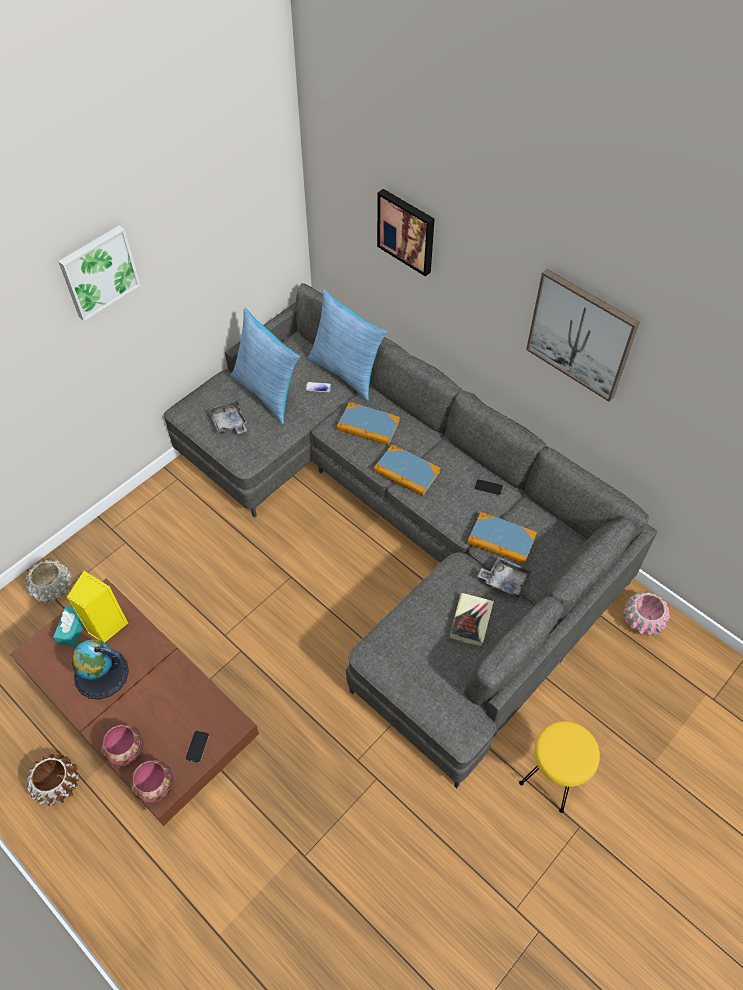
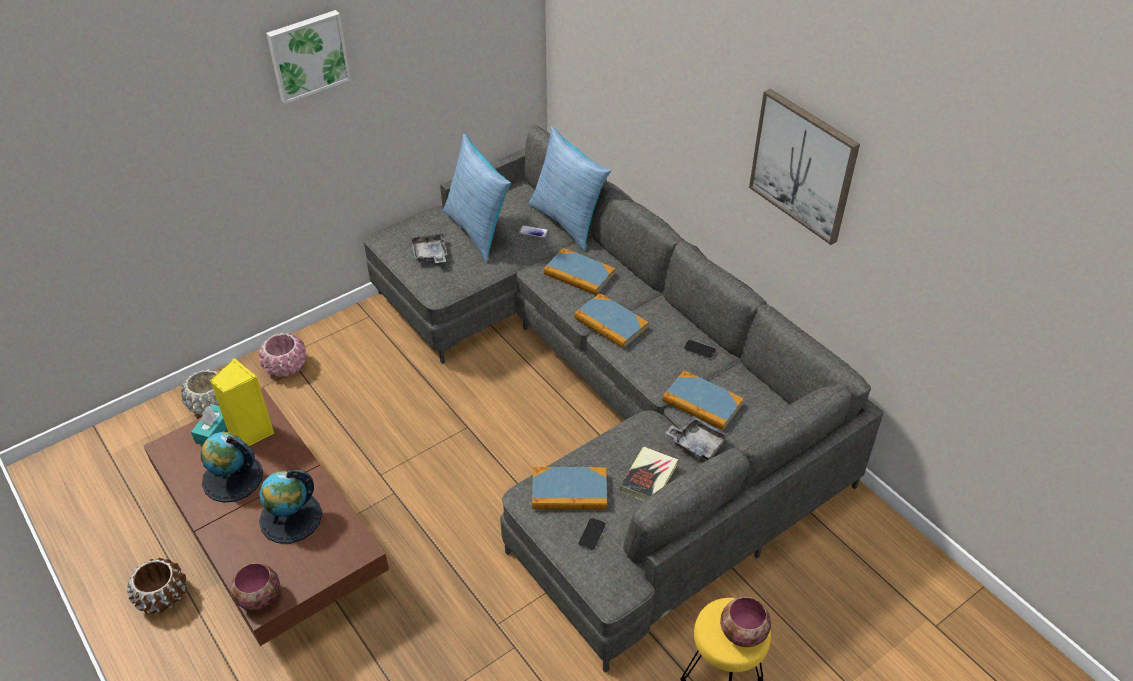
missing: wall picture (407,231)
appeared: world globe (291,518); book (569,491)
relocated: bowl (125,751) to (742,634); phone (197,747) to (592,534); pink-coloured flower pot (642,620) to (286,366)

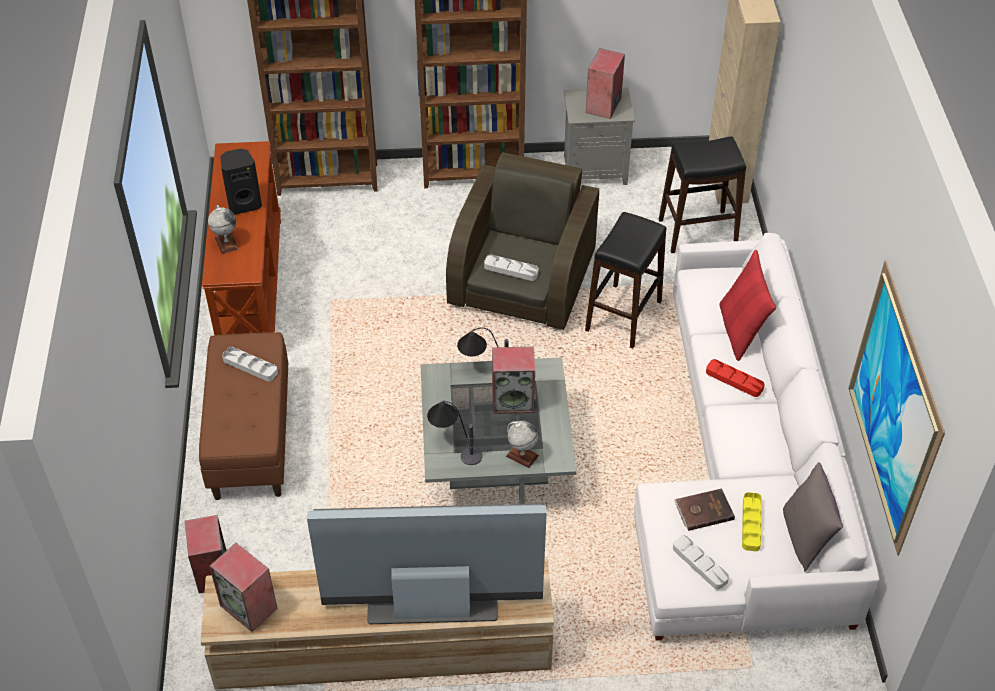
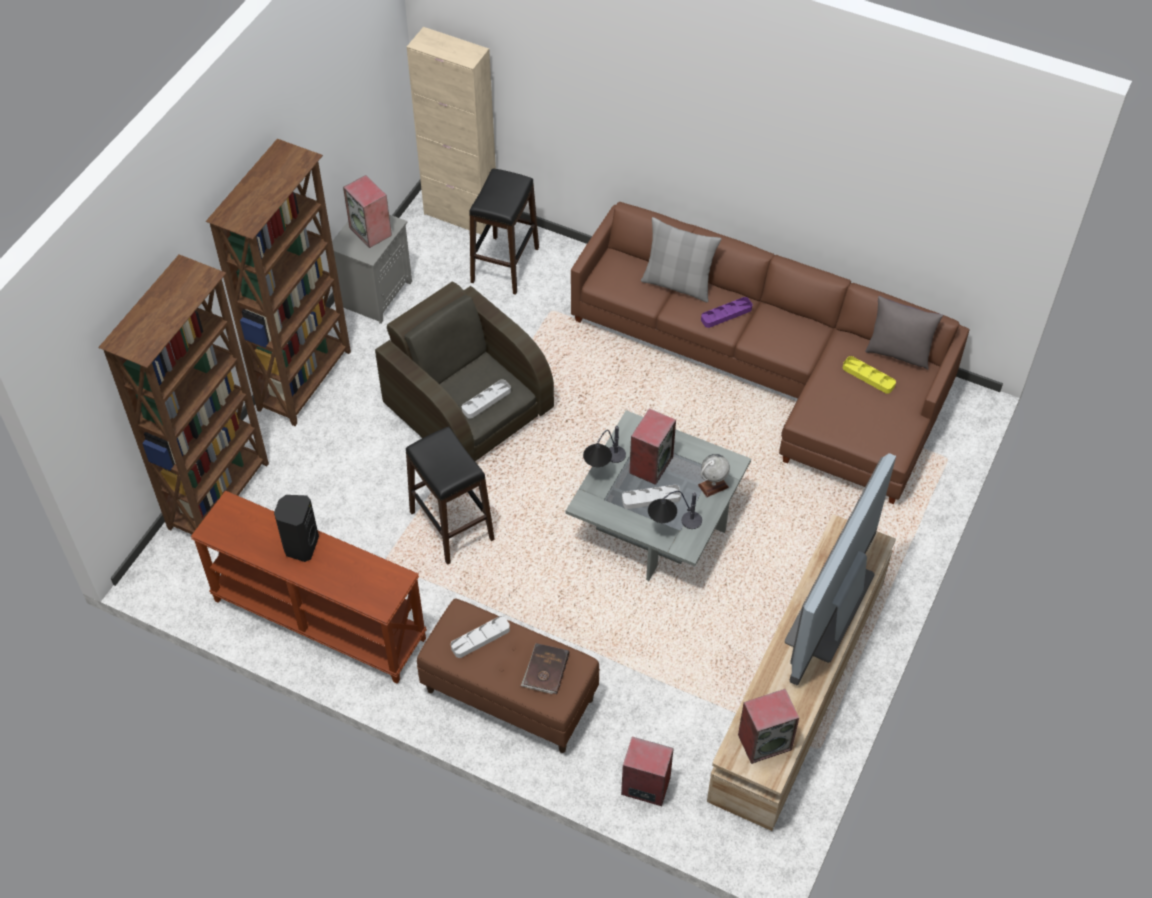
missing: world globe (226,243); wall picture (892,408)
relocated: black stool seat (623,316) to (451,525); gray carrying tray (700,564) to (651,499); brown-coloured book (703,510) to (545,670)
colour: white-coloured settee (744,474) to brown-coloured settee (774,370); red carrying tray (734,380) to purple-coloured carrying tray (726,314); red cushion (740,330) to gray cushion (678,284)

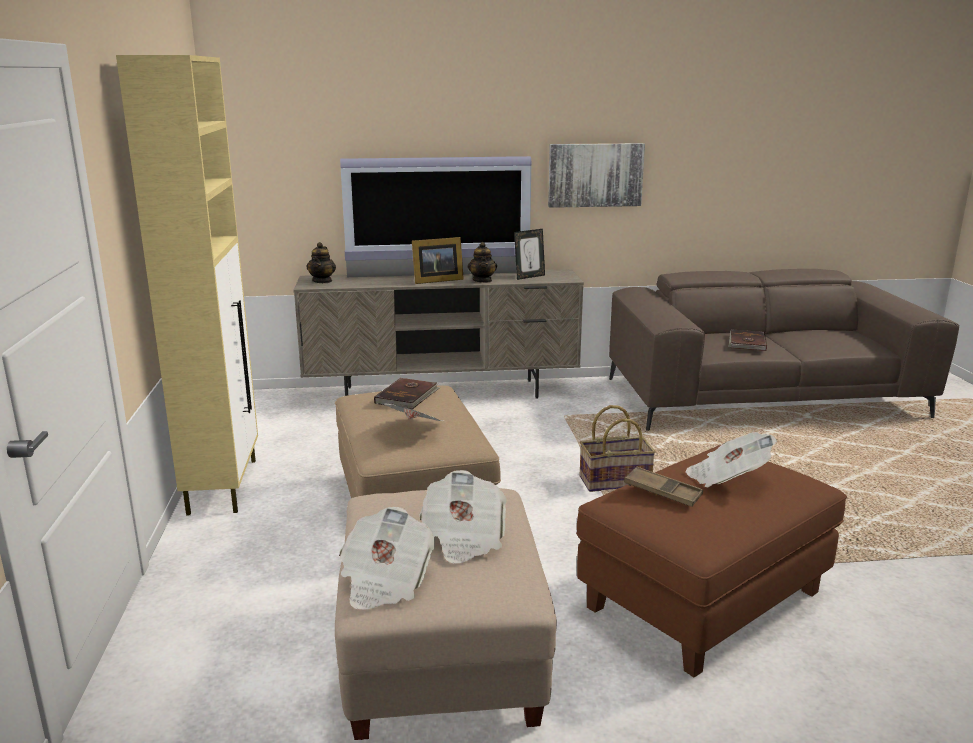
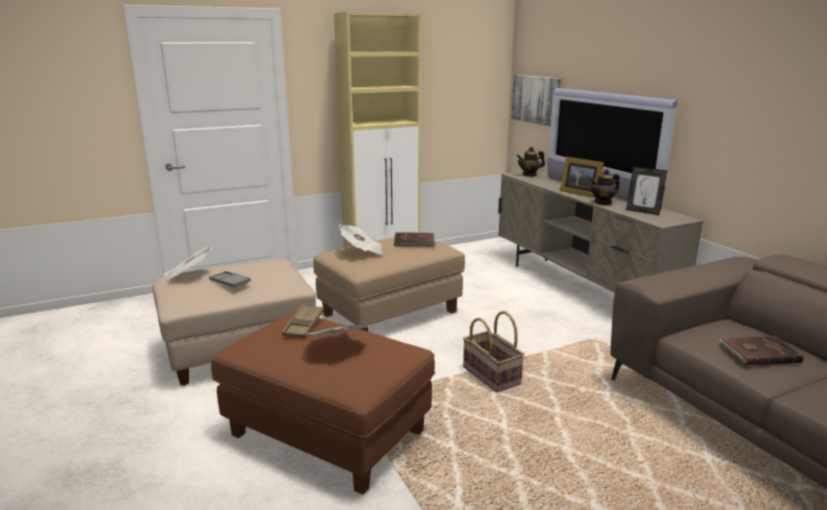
relocated: wall picture (595,175) to (536,99)
exchanged: printed paper (463,538) to gray carrying tray (230,282)

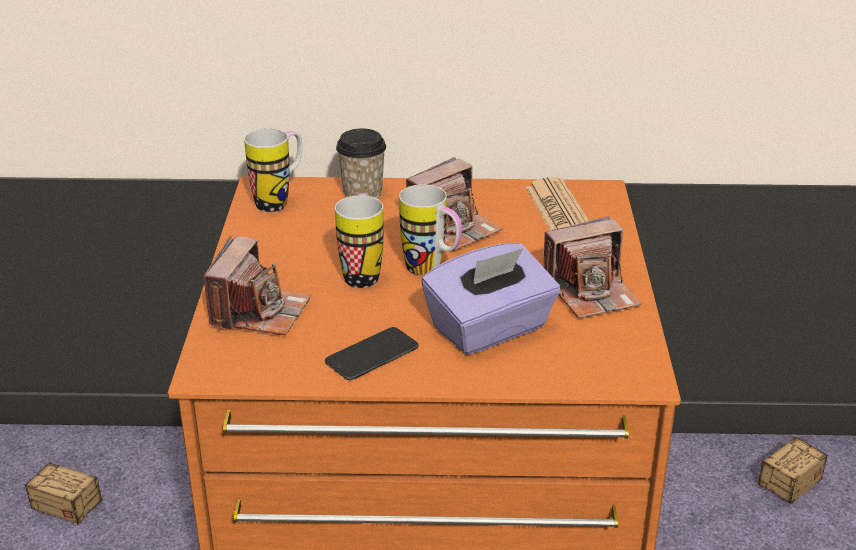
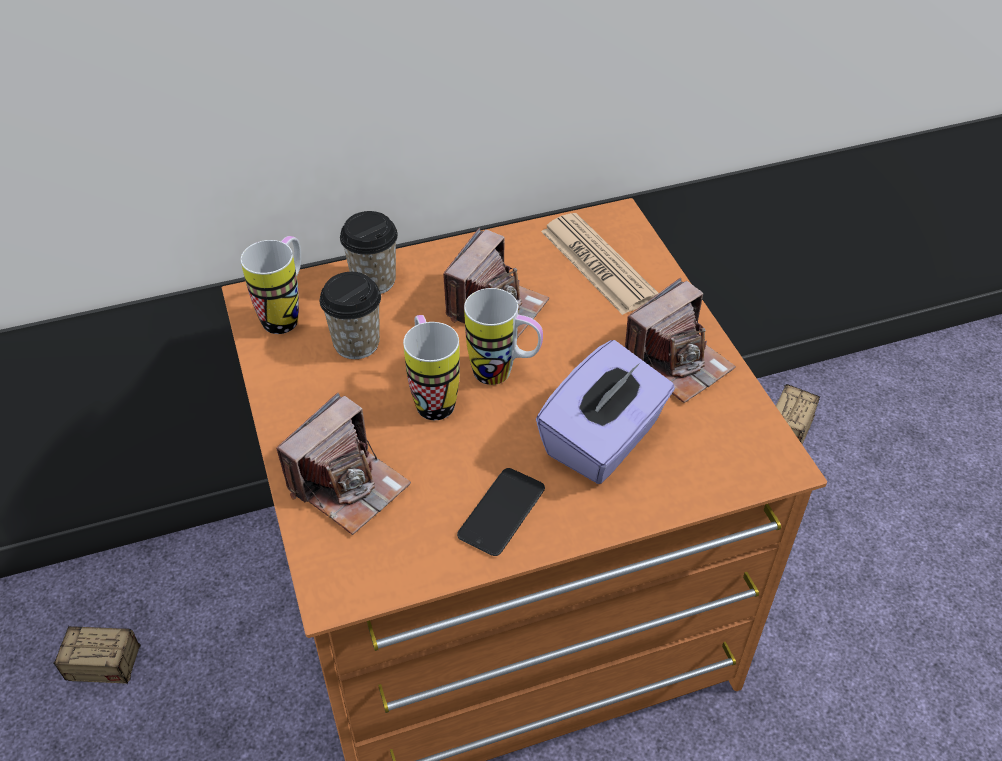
appeared: small cup (356,343)
spun: photo camera (259,312) = (348,485) 45 degrees clockwise

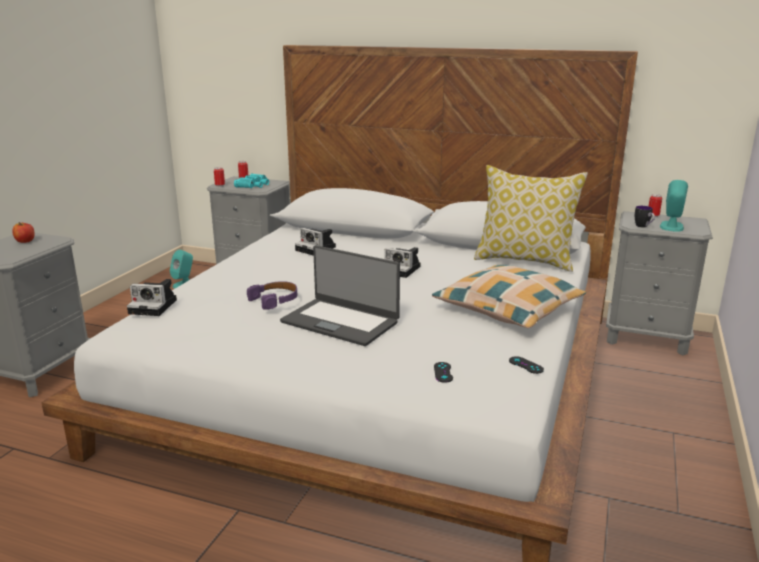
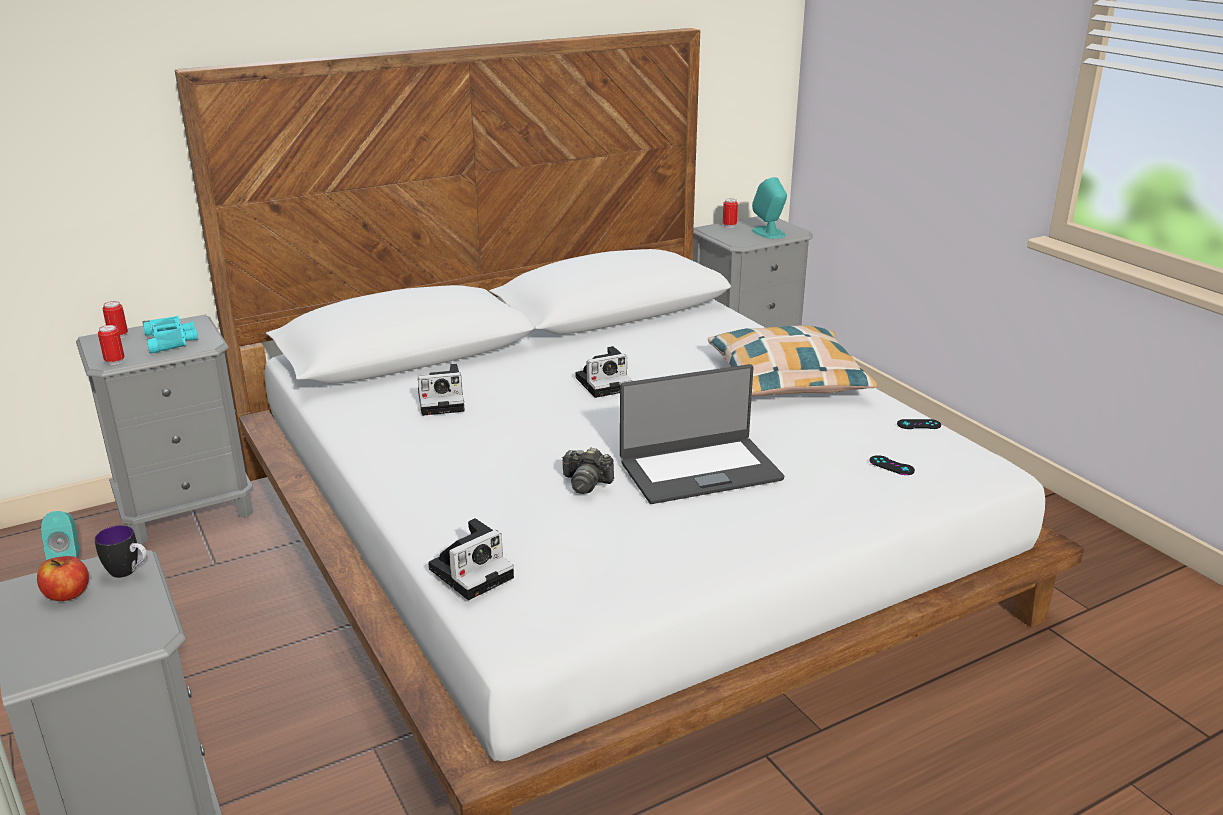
missing: cushion (525,260)
relocated: tea mug (643,227) to (129,572)
exchanged: purple-coloured headphones (275,300) to photo camera (586,483)

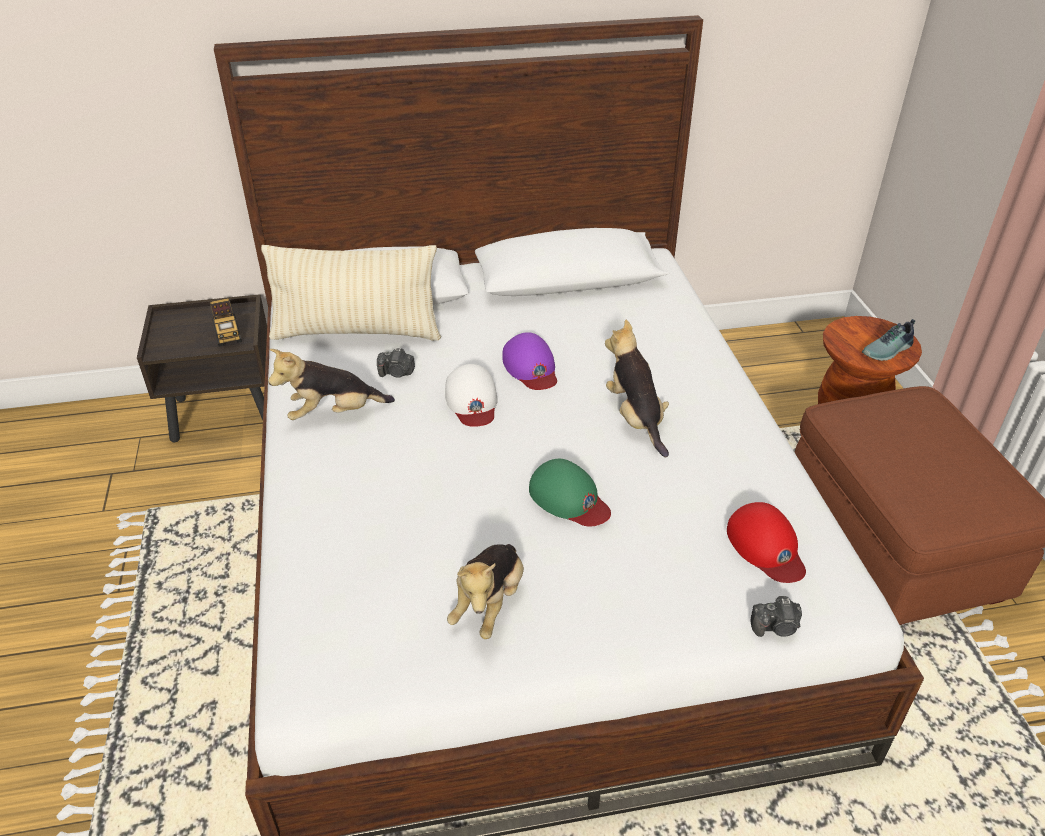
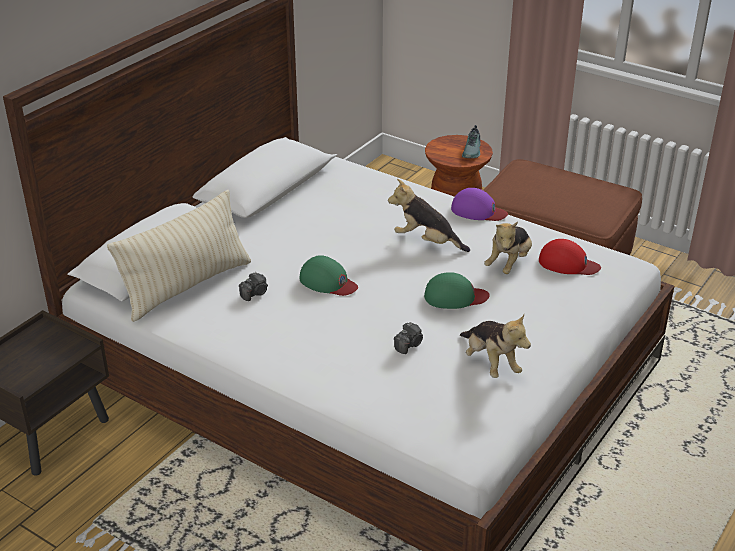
missing: model truck (228,334)
relocated: plush toy (333,413) to (509,263); purple-coloured baseball cap (531,367) to (478,211); photo camera (776,627) to (409,345)
colour: white-coloured baseball cap (472,401) to green baseball cap (328,282)

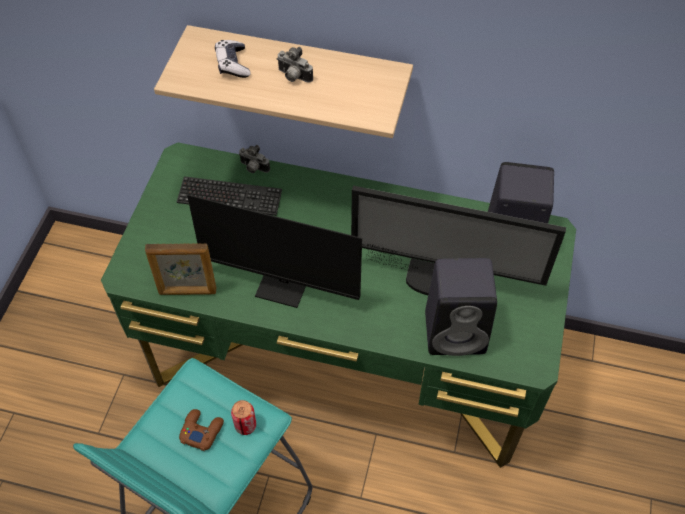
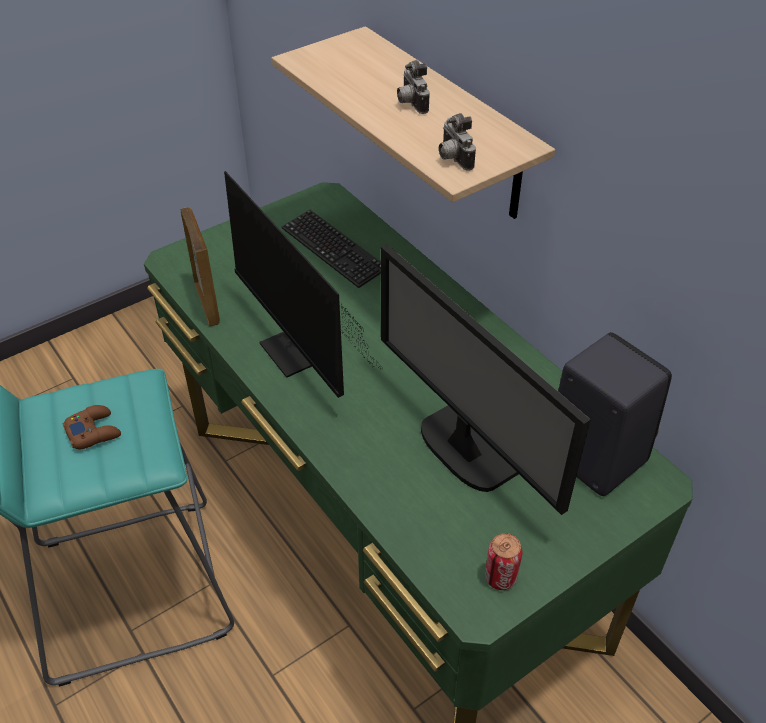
missing: game controller (233,64); black loudspeaker (457,331)
relocated: can (245,425) to (500,577); photo camera (253,168) to (452,159)
spun: picture frame (187,291) = (207,303) 150 degrees counterclockwise

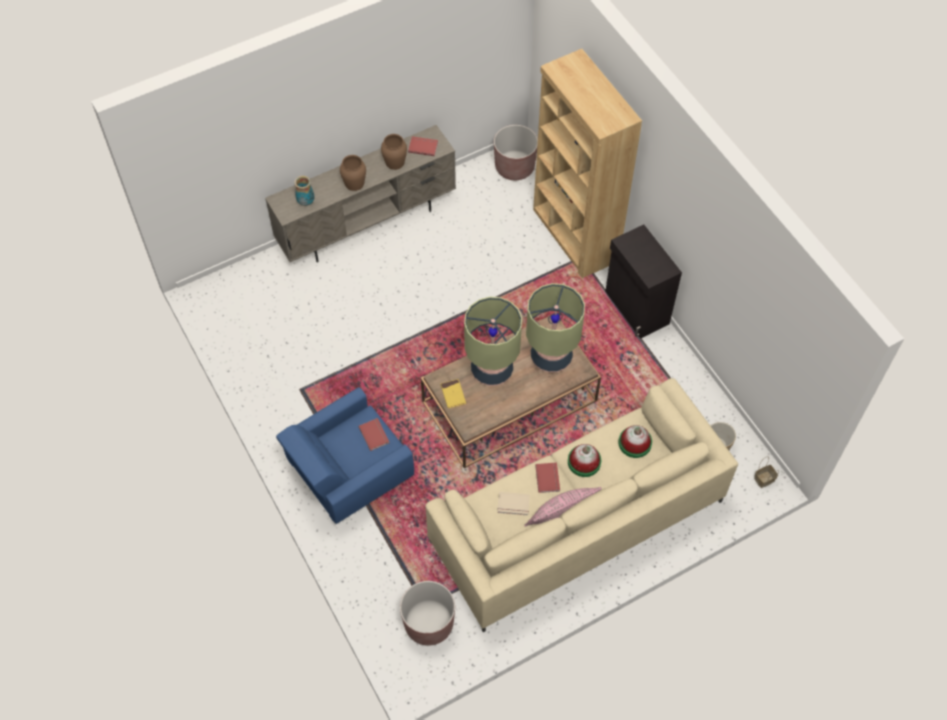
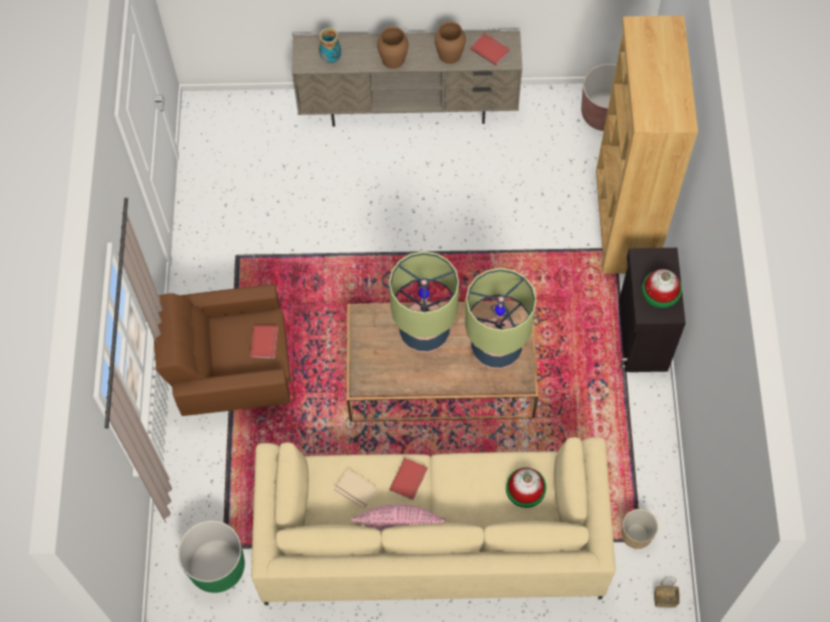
missing: yellow book (453,394)
relocated: hat (584,462) to (661,290)
colour: blue-coloured easy chair (348,474) to brown-coloured easy chair (231,369); brown-coloured flower pot (429,623) to green flower pot (217,566)

